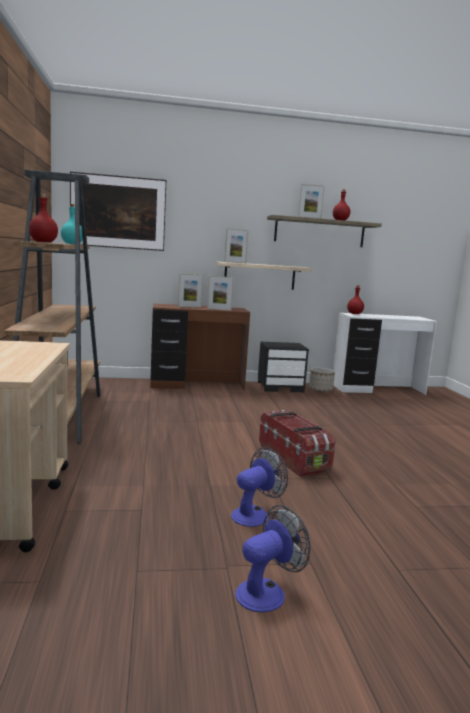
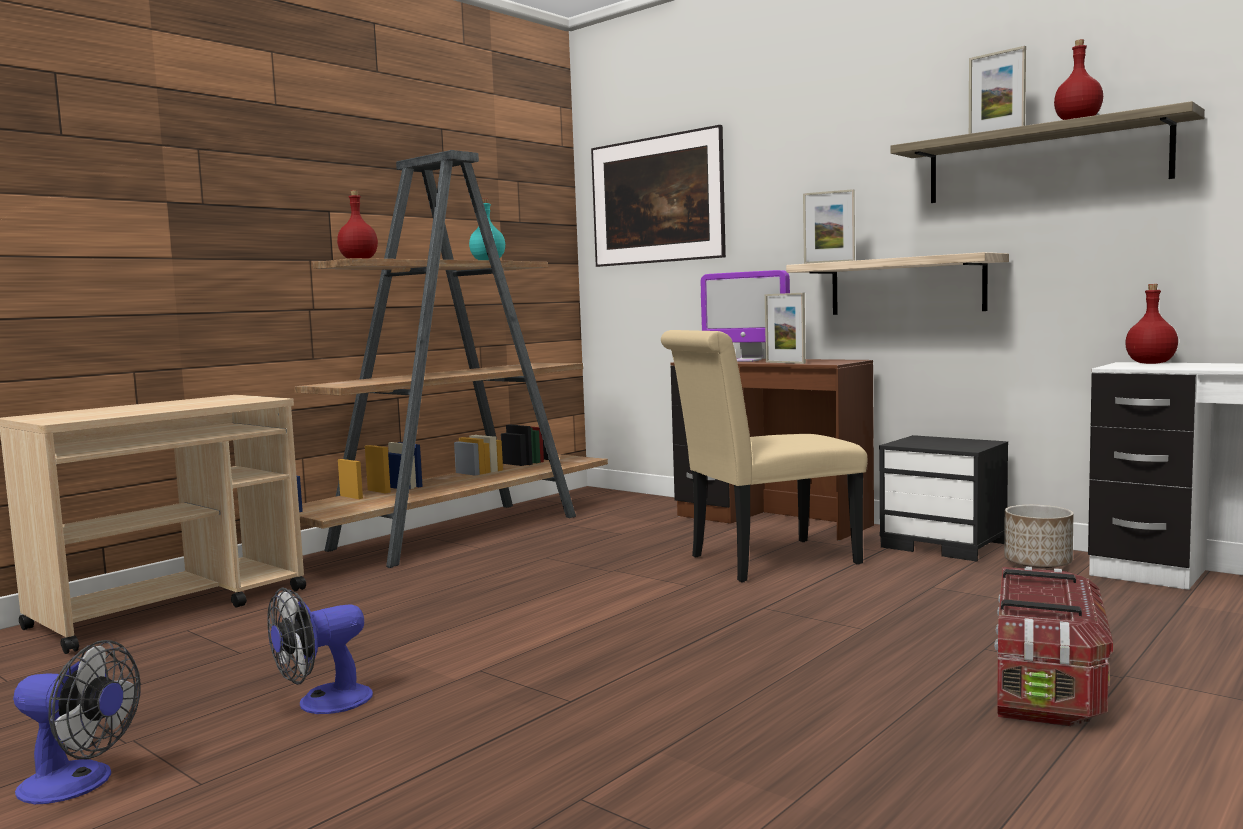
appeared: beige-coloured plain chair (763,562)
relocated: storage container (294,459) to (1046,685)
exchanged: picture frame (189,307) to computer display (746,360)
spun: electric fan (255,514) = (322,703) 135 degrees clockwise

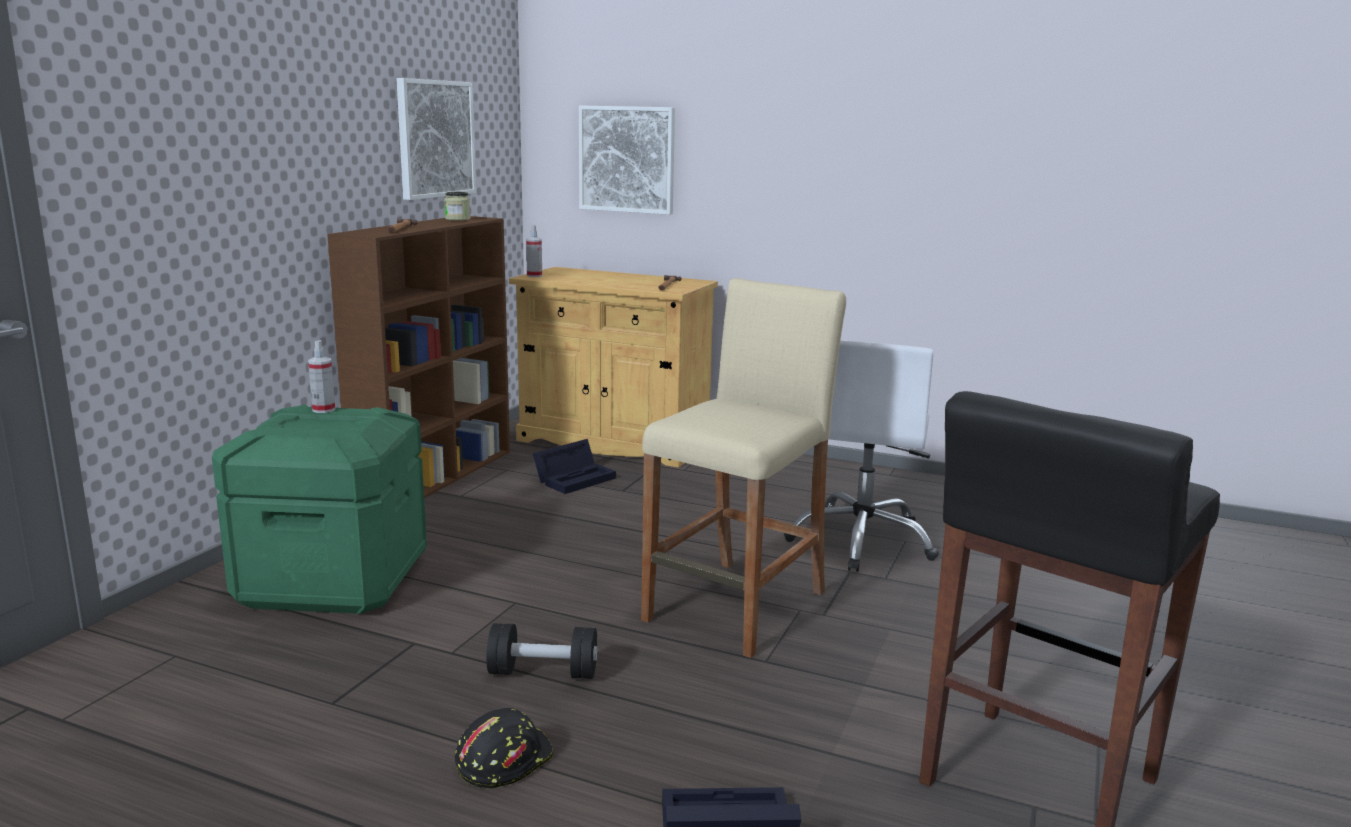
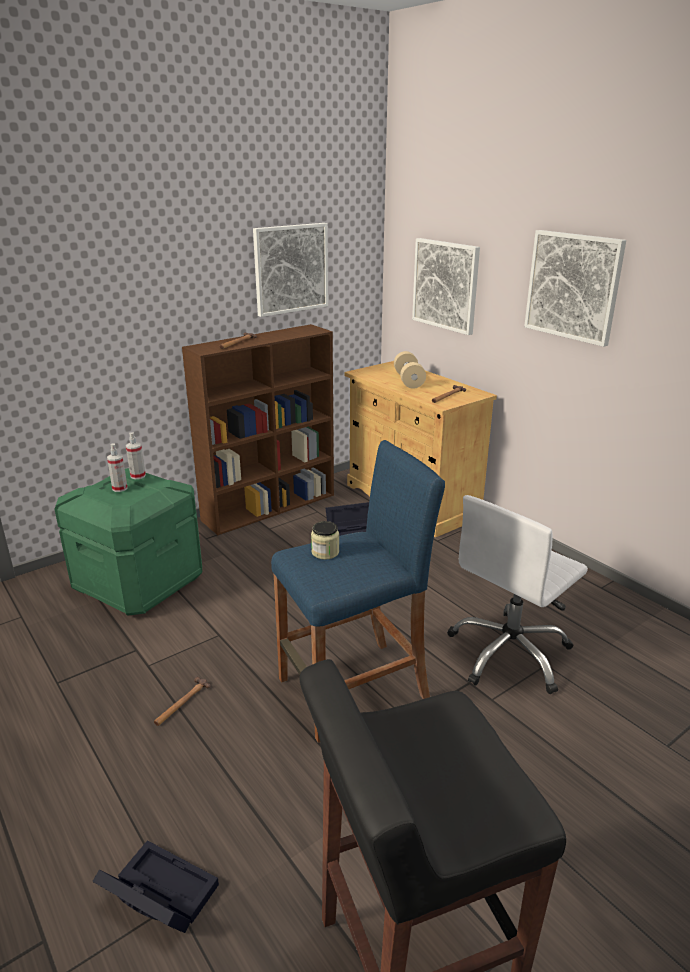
missing: black safety helmet (503,760)
appeared: beige-coloured dumbbell (408,380); wall picture (573,286)
relocated: preserve jar (457,219) to (325,552); sprayer (534,276) to (120,488)
exchanged: black dumbbell (543,672) to hammer (181,703)
colour: beige-coloured stool seat (737,606) to blue-coloured stool seat (353,689)

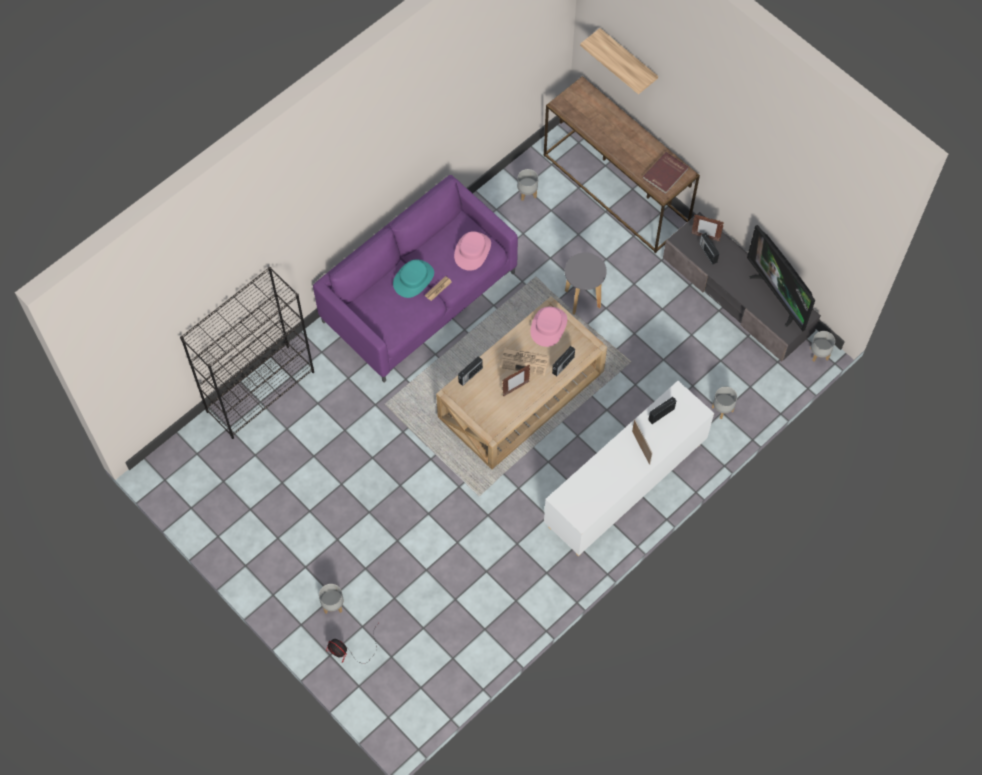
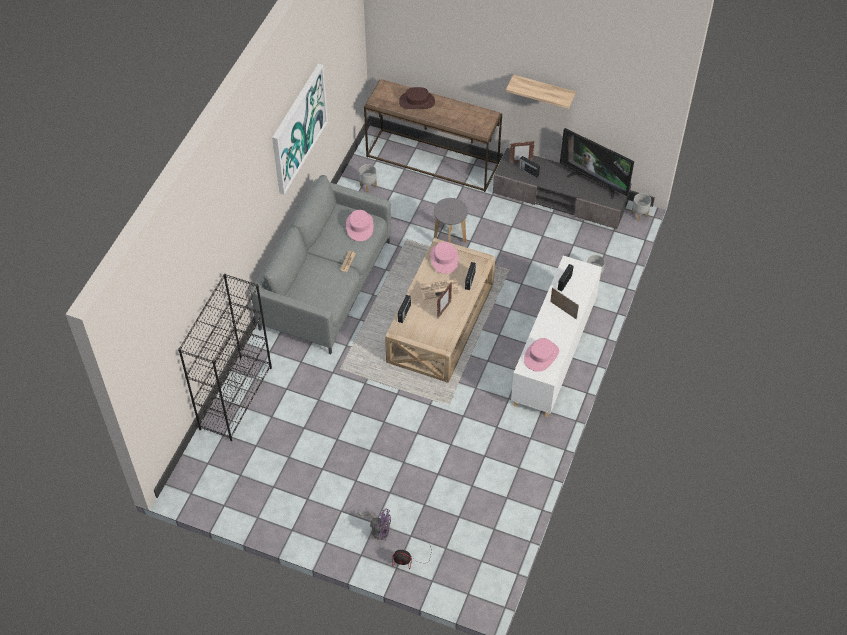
missing: blue-green hat (413,279); red book (666,174)
appeared: wall picture (298,128); brown-coloured hat (417,101); pink-coloured hat (541,355)
relocated: shelf (627,60) to (543,91)
exchanged: gray flower pot (333,604) to purple-coloured electric fan (378,529)
colour: purple-coloured settee (419,298) to gray settee (326,286)

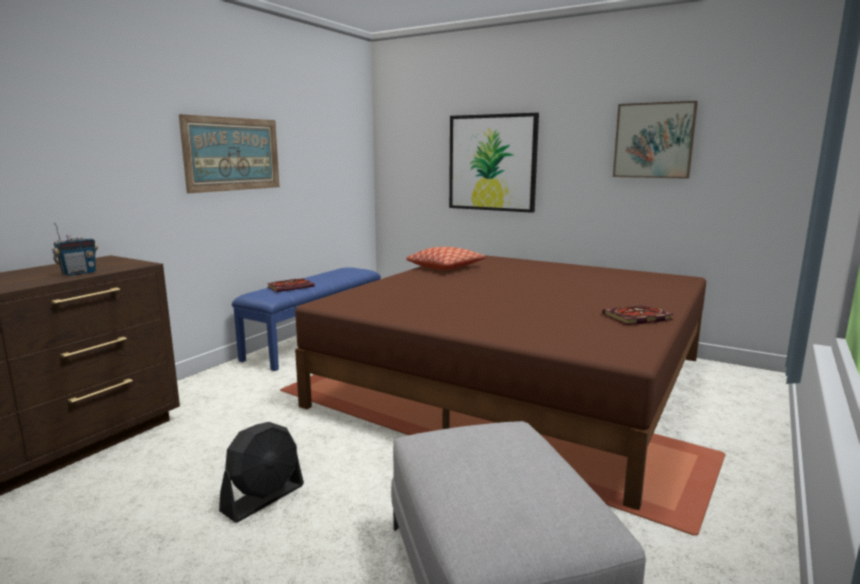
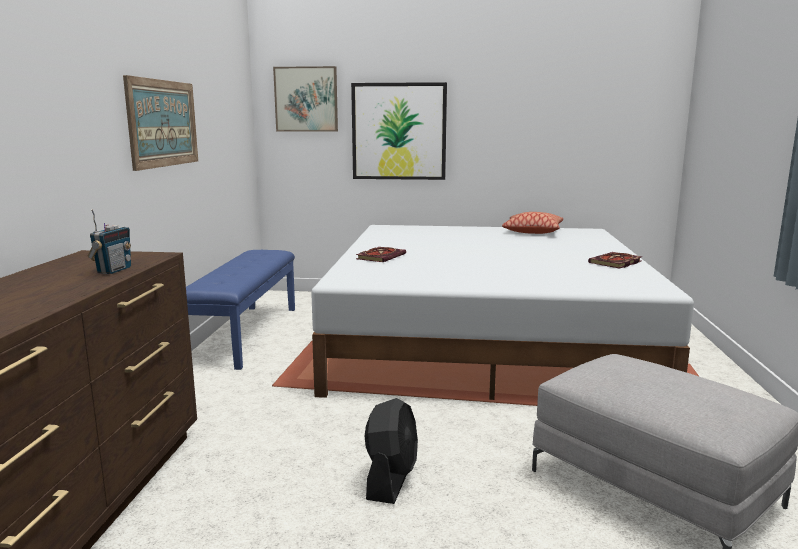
relocated: book (291,287) to (381,256); cushion (445,267) to (532,231); wall picture (653,140) to (306,99)
colour: brown-coloured bedroom bed (518,381) to white-coloured bedroom bed (487,339)

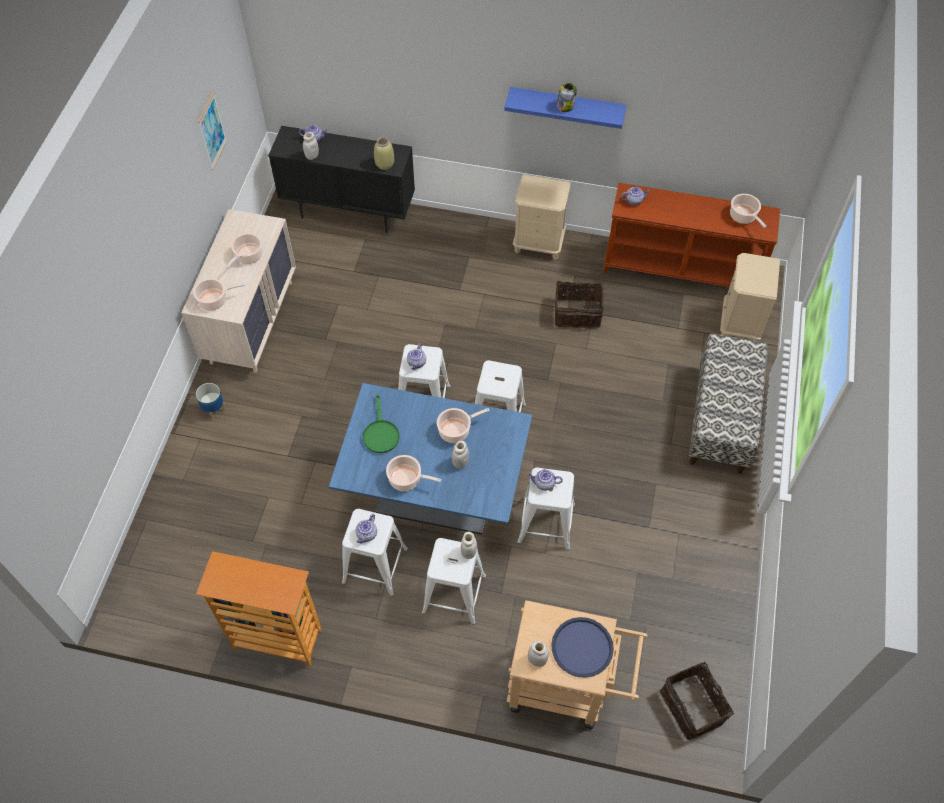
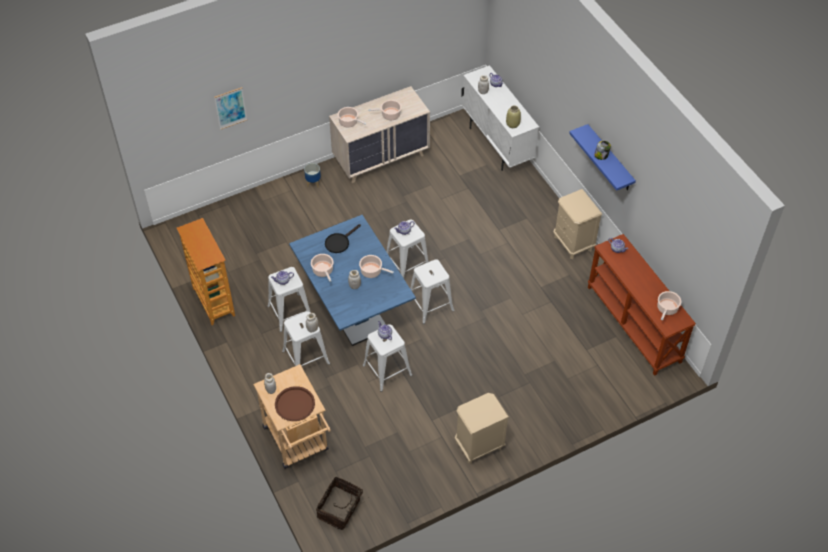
missing: basket (577,313); bench (721,419)
relocated: wall picture (212,131) to (230,108); beige-coloured night table (740,324) to (479,445)
colour: black cupboard (349,212) to white-coloured cupboard (497,145); green frying pan (380,433) to black frying pan (339,242); blue-coloured carrying tray (582,647) to brown-coloured carrying tray (294,404)

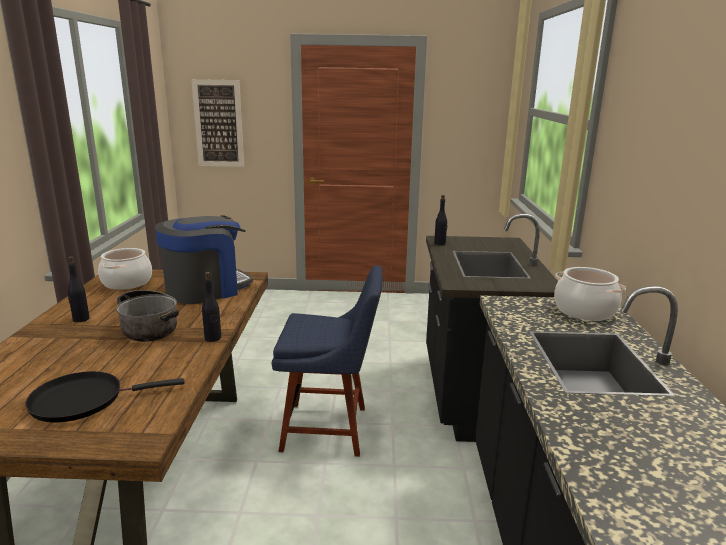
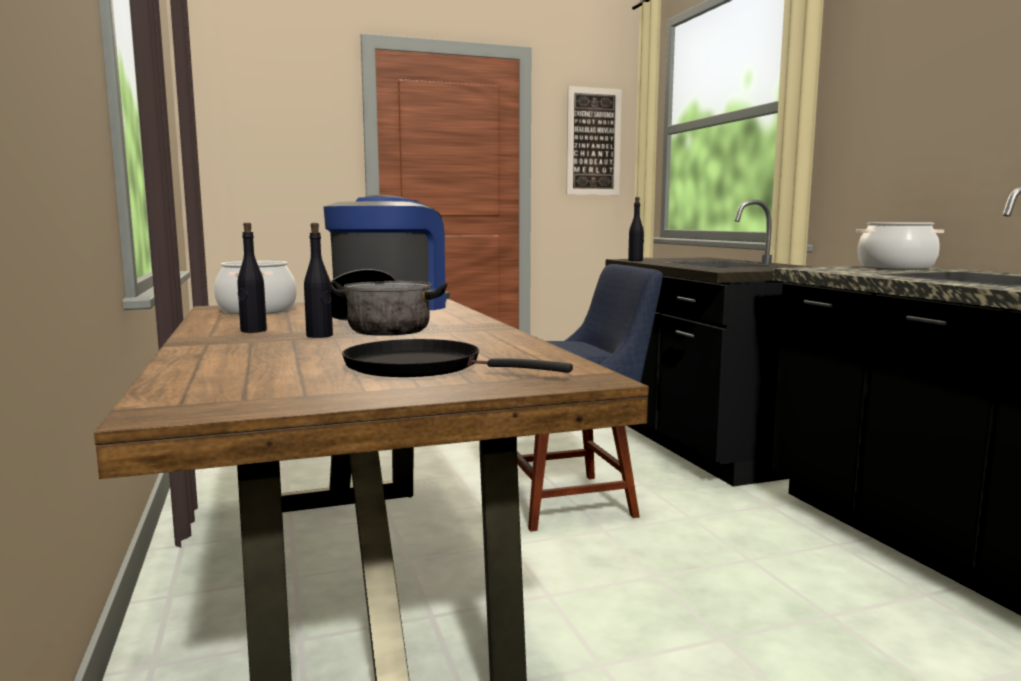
relocated: wall picture (218,124) to (593,142); black drink bottle (213,338) to (320,336)
spun: black frying pan (83,400) = (422,367) 60 degrees clockwise

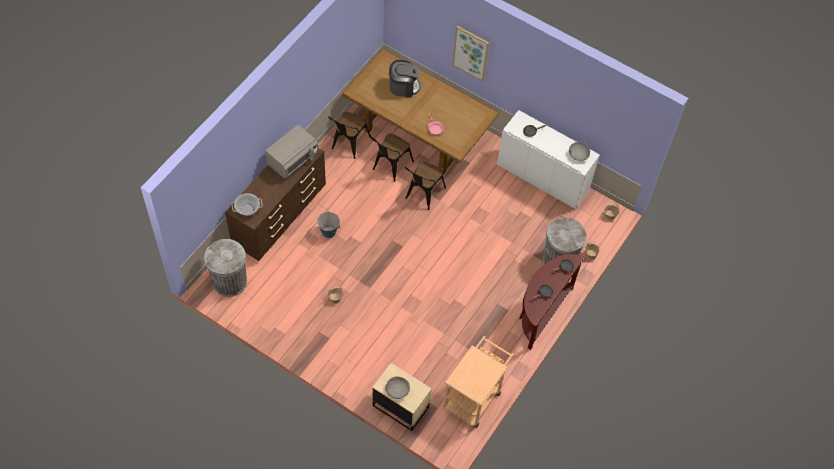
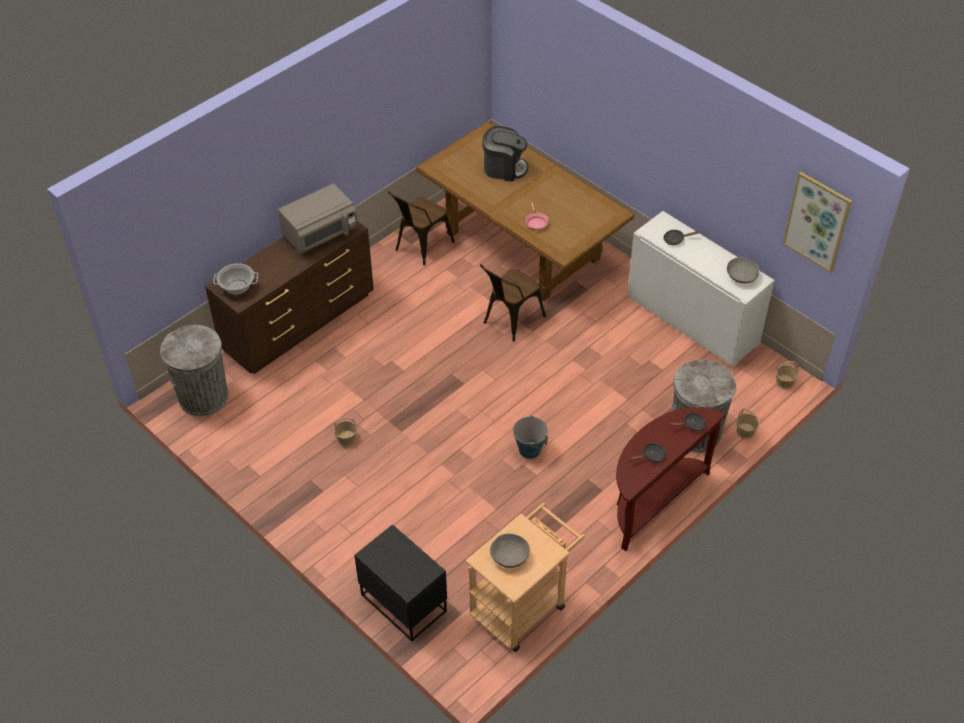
missing: brown-coloured plain chair (390,167)
relocated: water bucket (328,232) to (529,450); gray bowl (397,390) to (510,556); wall picture (471,53) to (817,221)
colour: beige-coloured night table (400,406) to black night table (404,602)

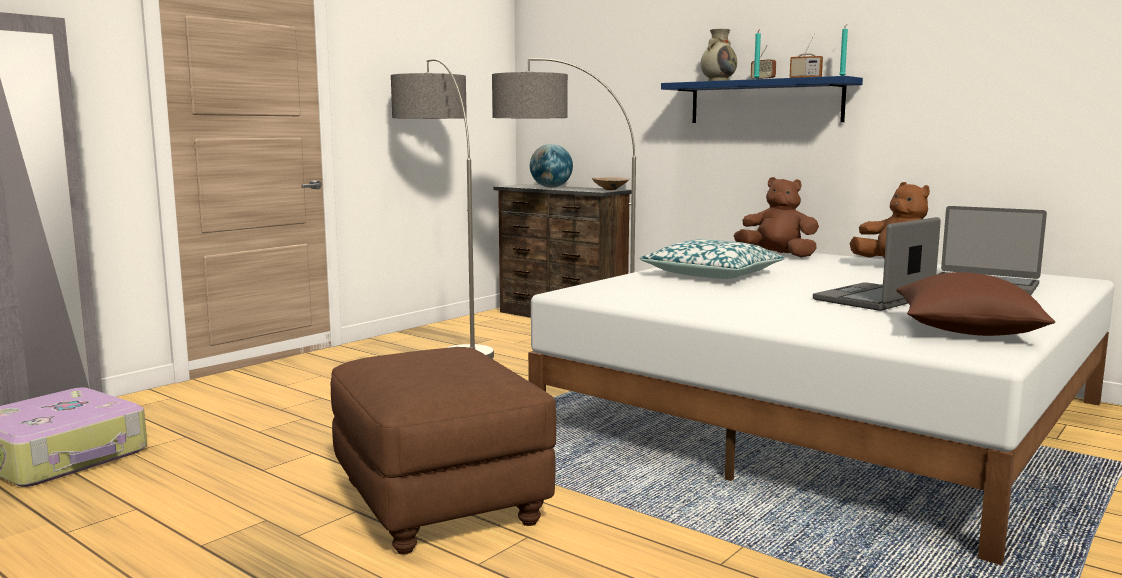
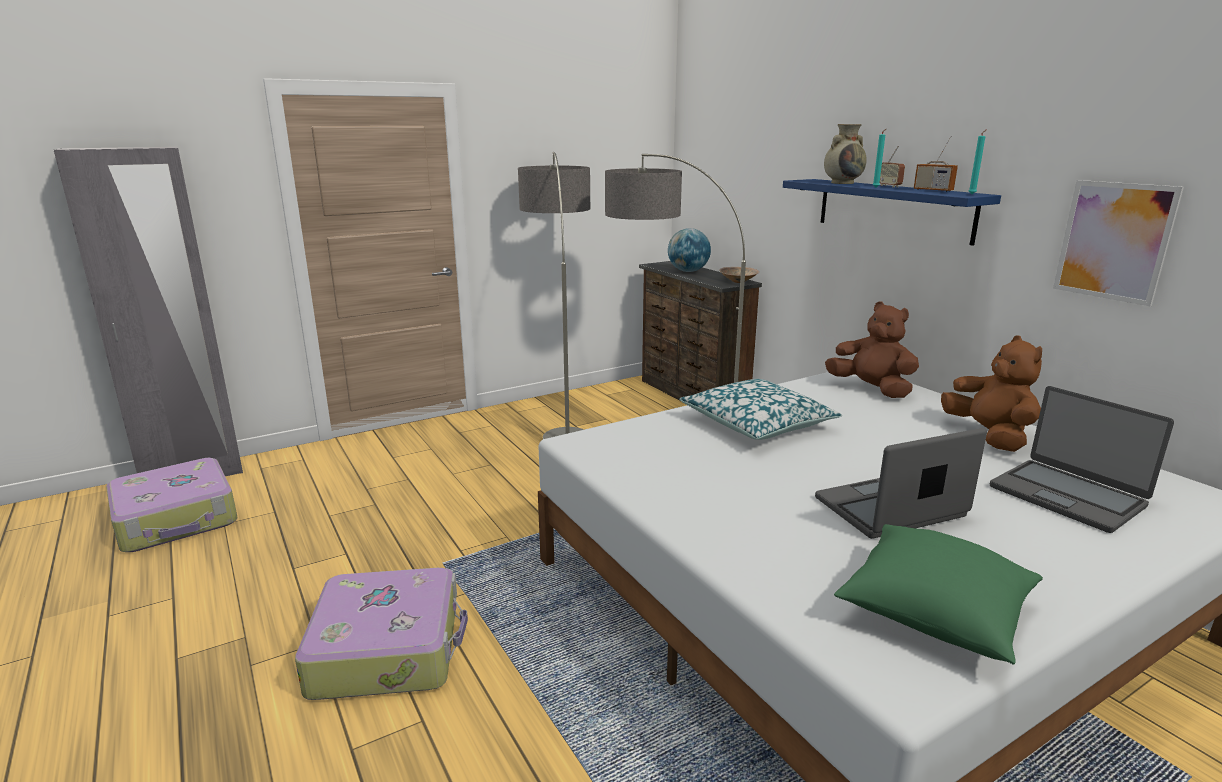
appeared: wall picture (1114,241)
exchanged: brown-coloured ottoman (439,502) to piece of luggage (388,648)
colour: brown-coloured cushion (966,331) to green cushion (933,614)

